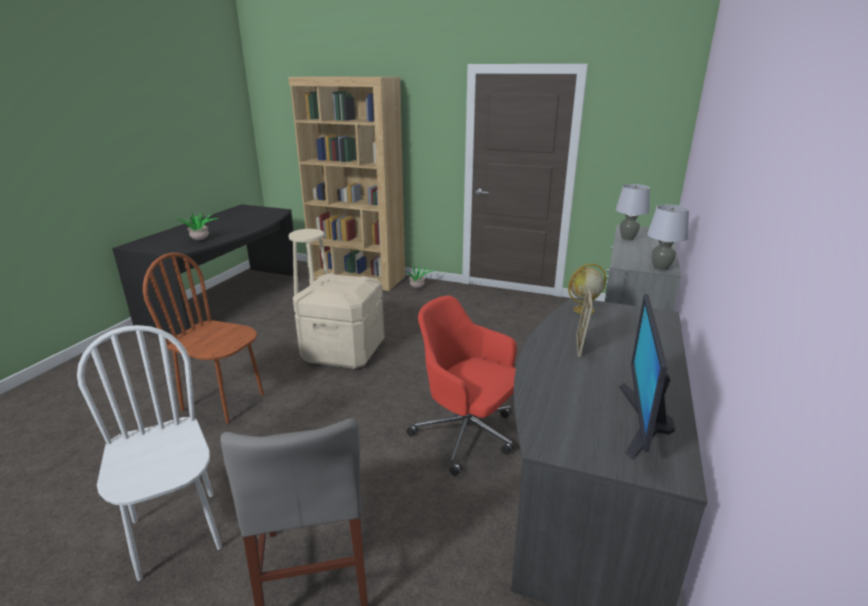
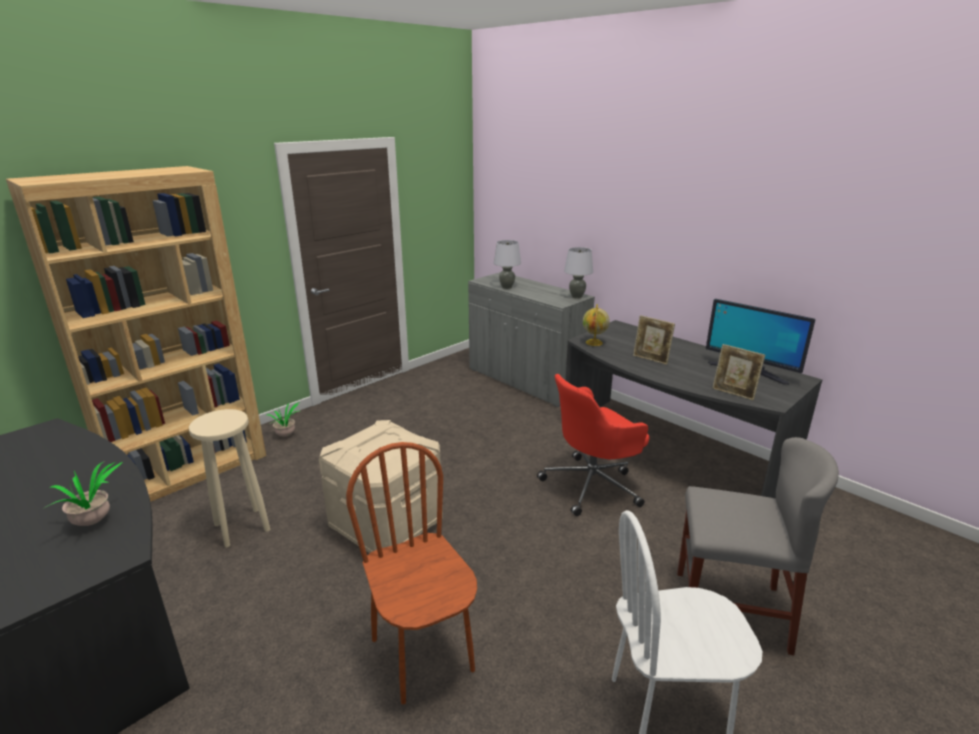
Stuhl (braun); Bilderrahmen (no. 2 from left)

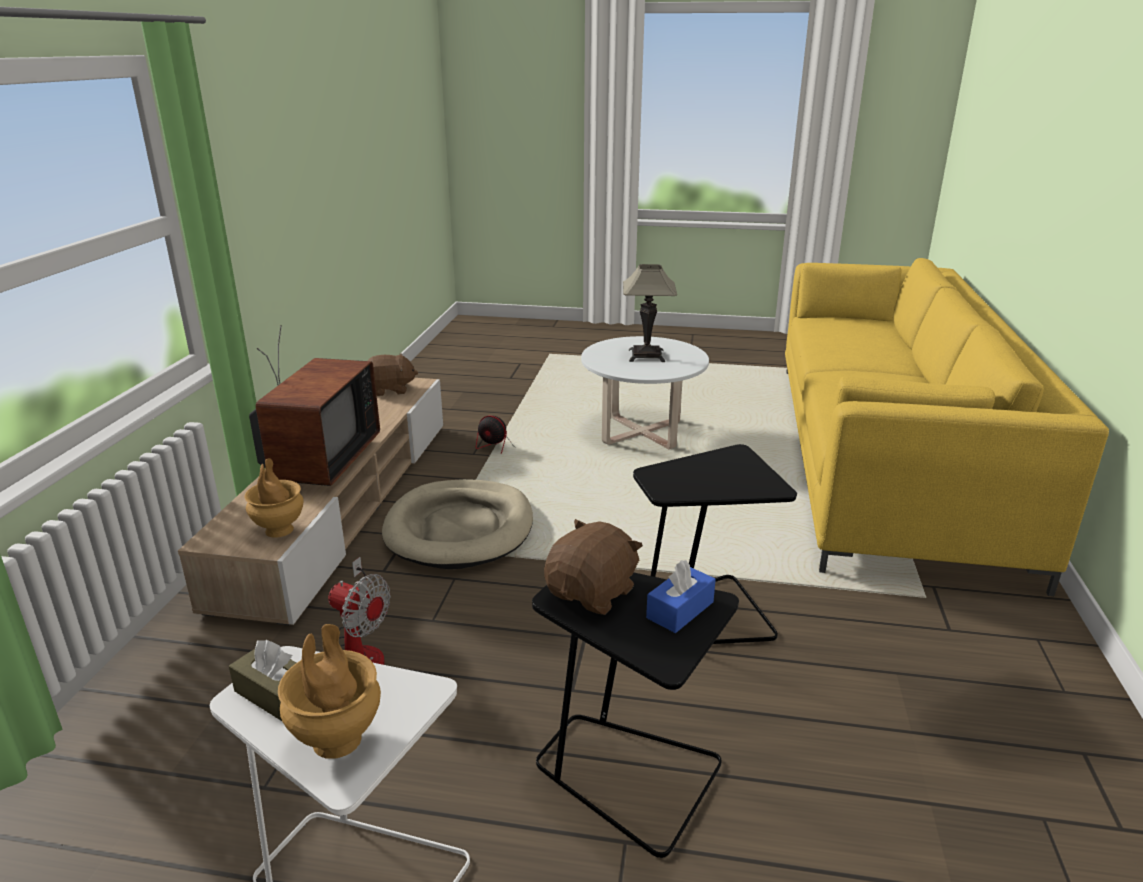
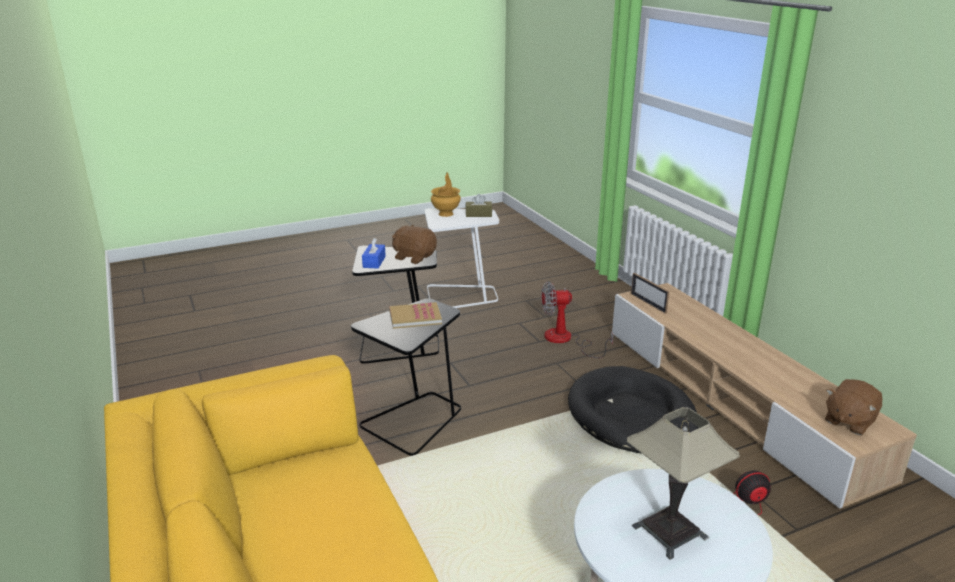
Bilderrahmen; Fernseher; Hundebett (schwarz); Plüschtier (braun) (no. 1 from left); Buch

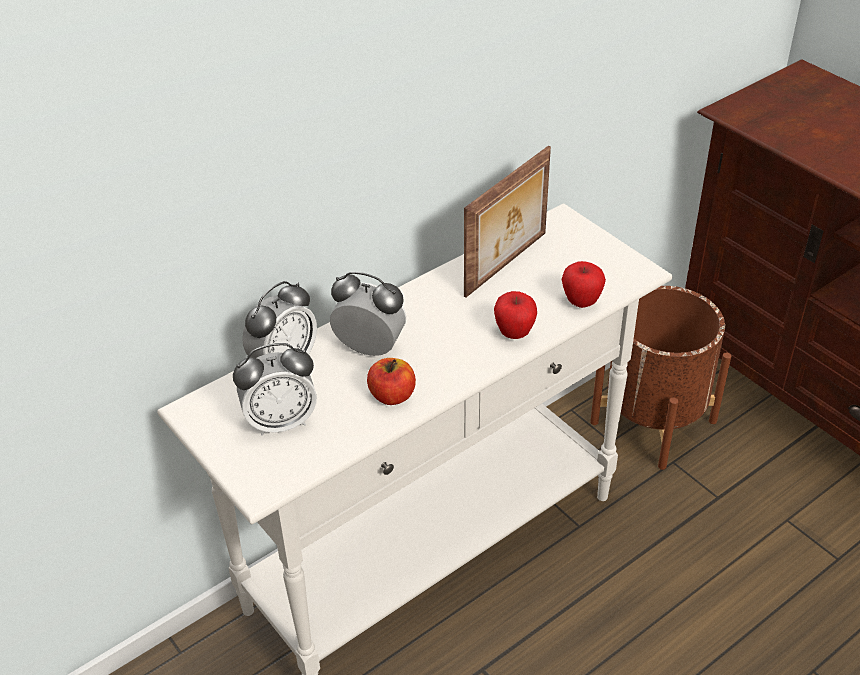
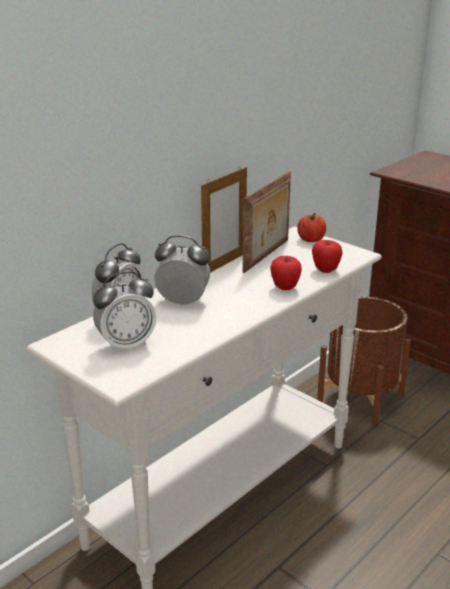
Apfel (no. 2 from left); Bilderrahmen (no. 1 from left)

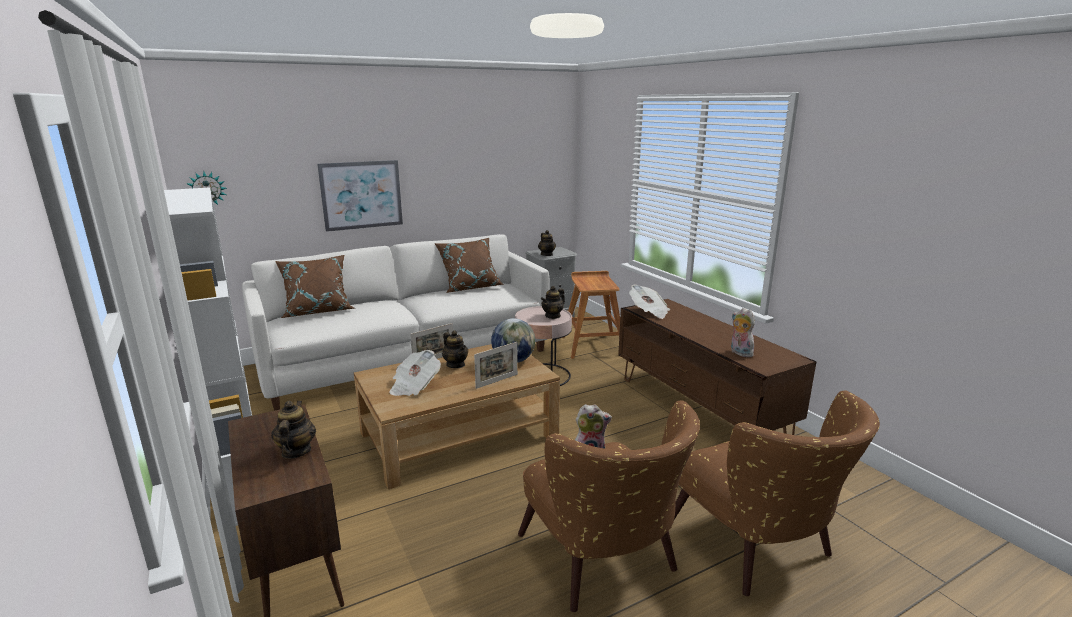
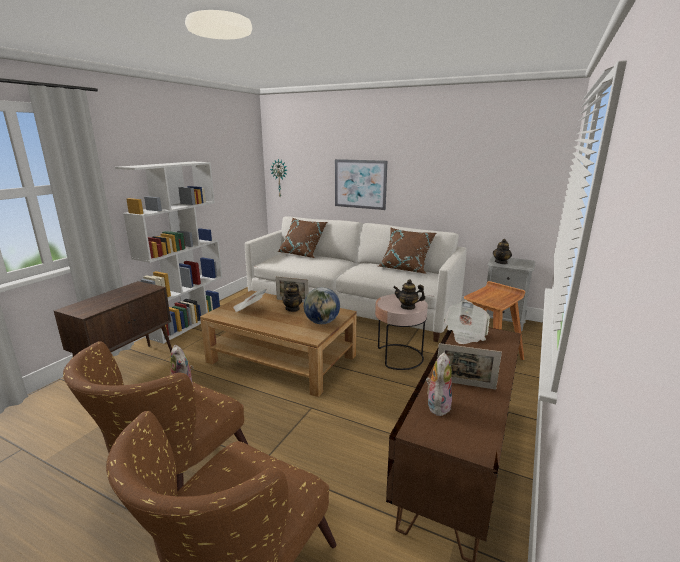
Teekanne (no. 1 from left in the first image); Bilderrahmen (no. 2 from left)

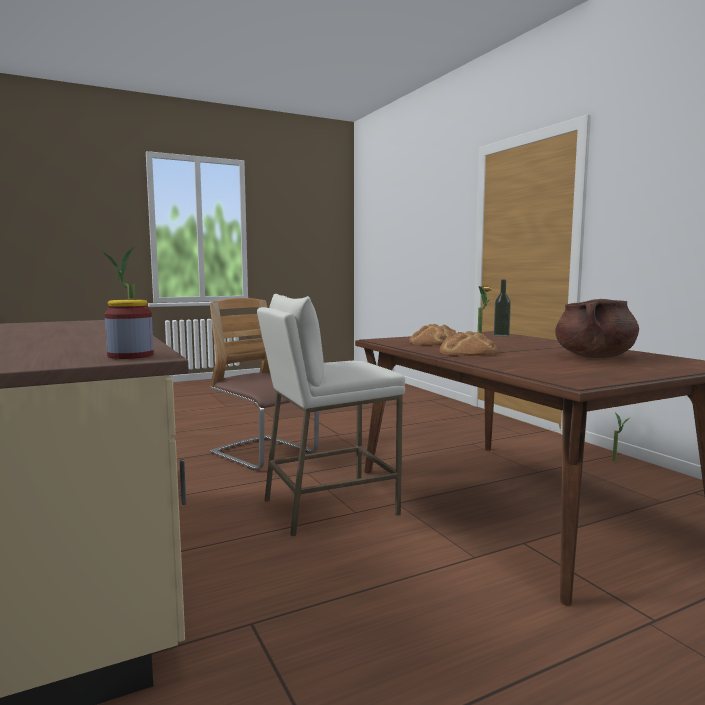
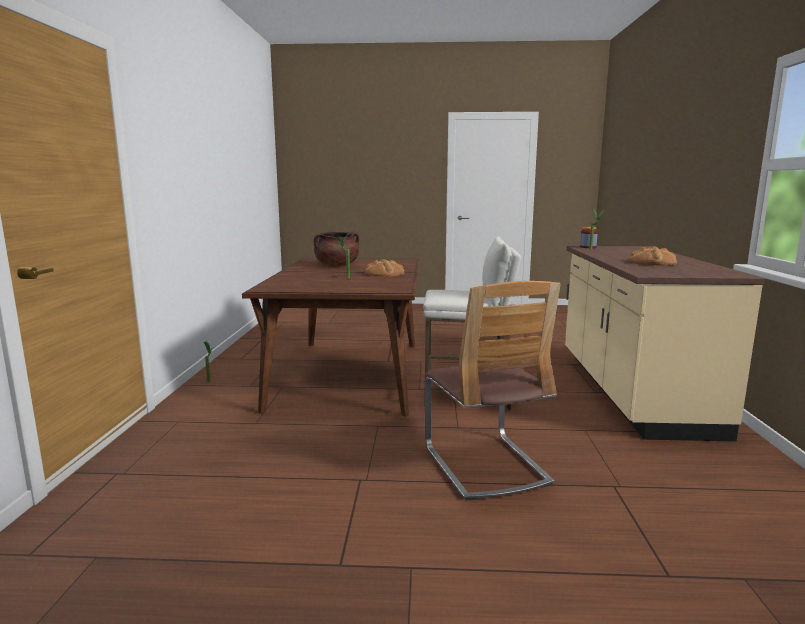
Brot (no. 2 from left); Flasche

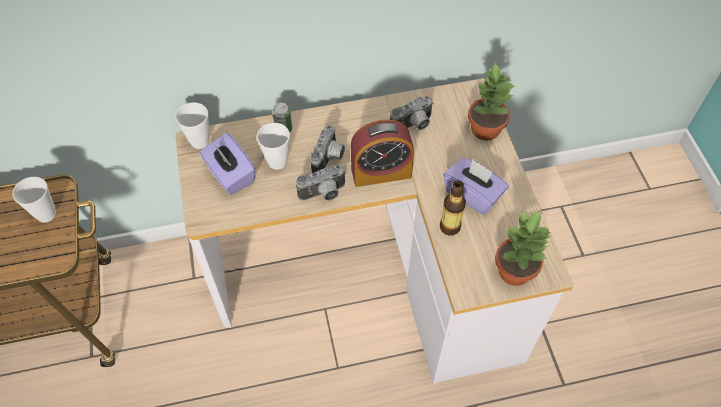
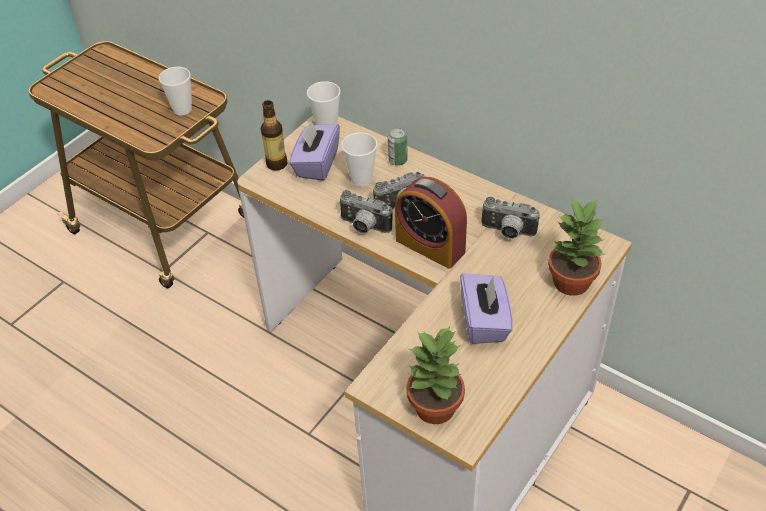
Flasche

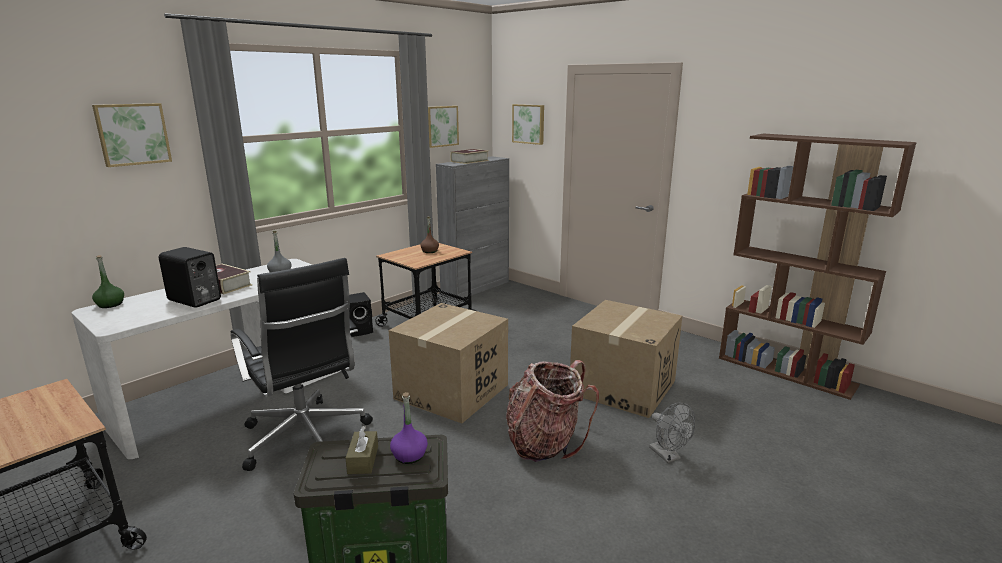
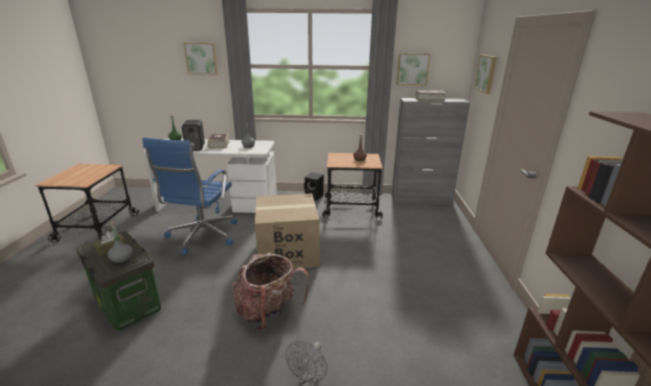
Bürostuhl (blau); Flasche (grau) (no. 1 from left); Karton (no. 2 from left in the first image)

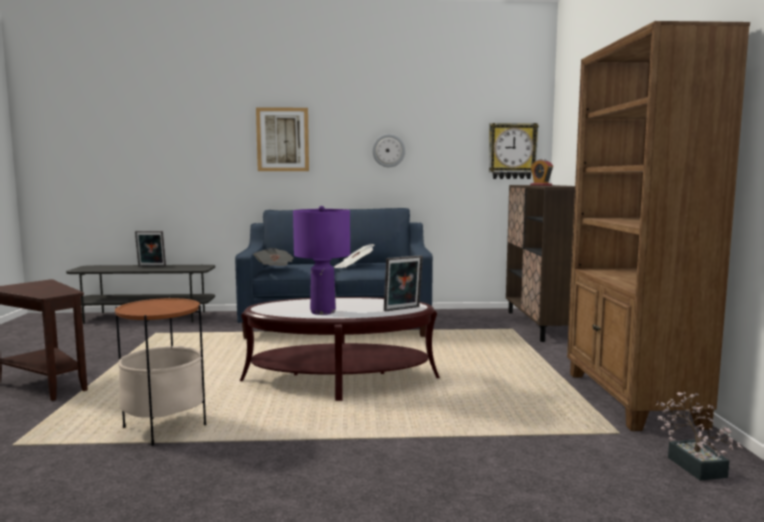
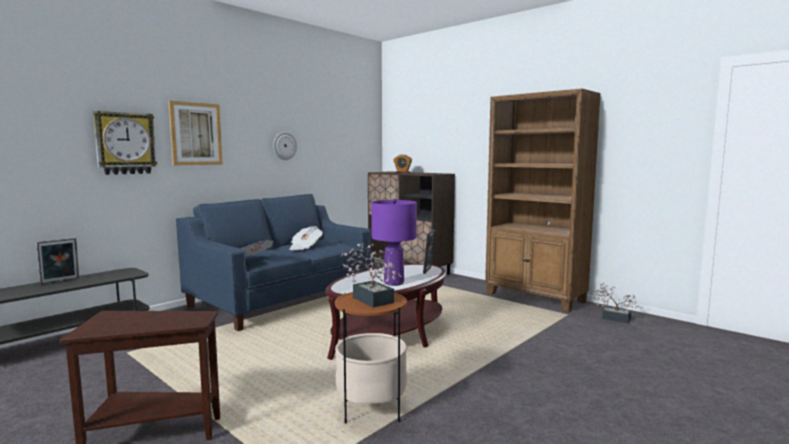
Wanduhr (no. 1 from left); Topfpflanze (no. 1 from left)

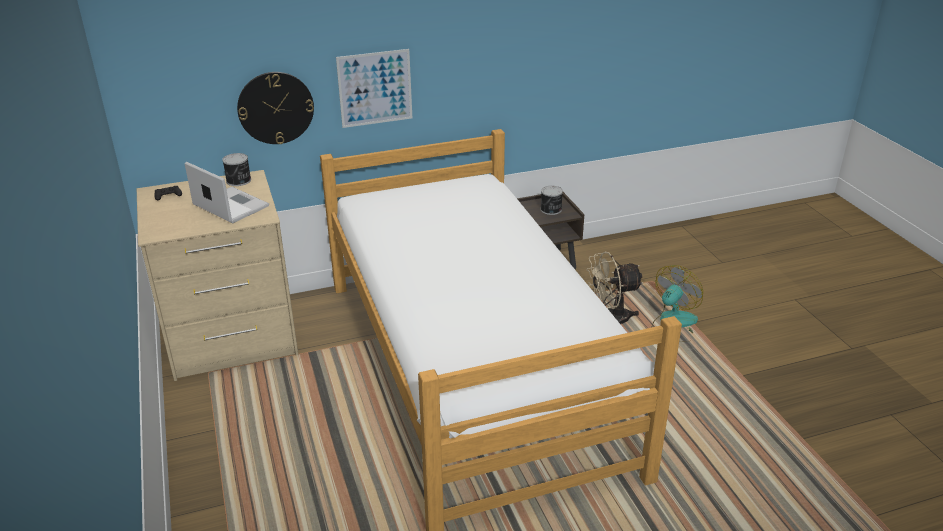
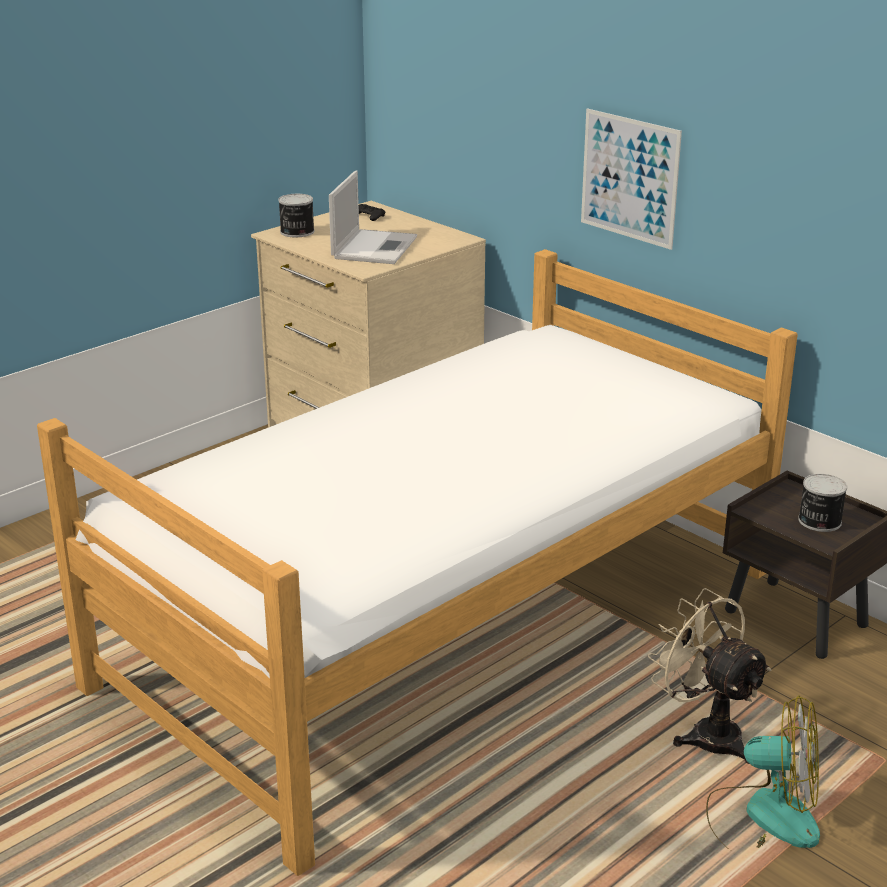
Dose (no. 1 from left); Wanduhr

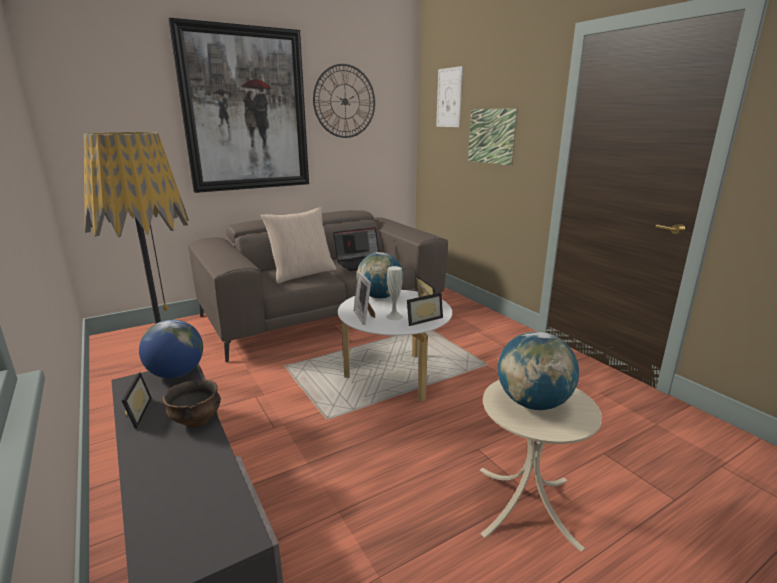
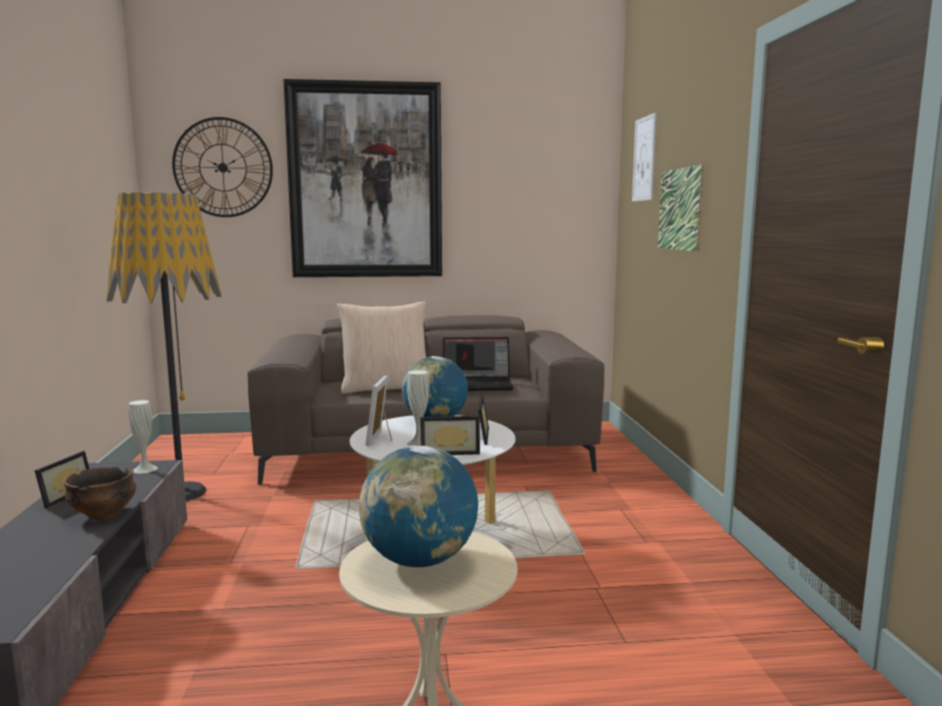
Vase (weiß) (no. 1 from left); Wanduhr

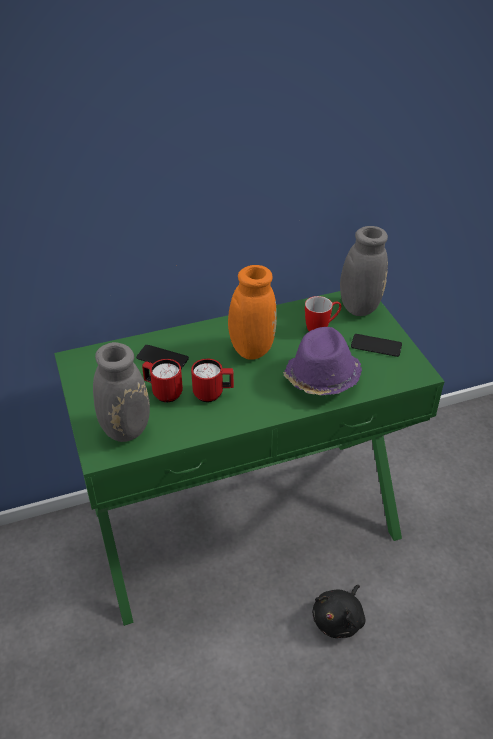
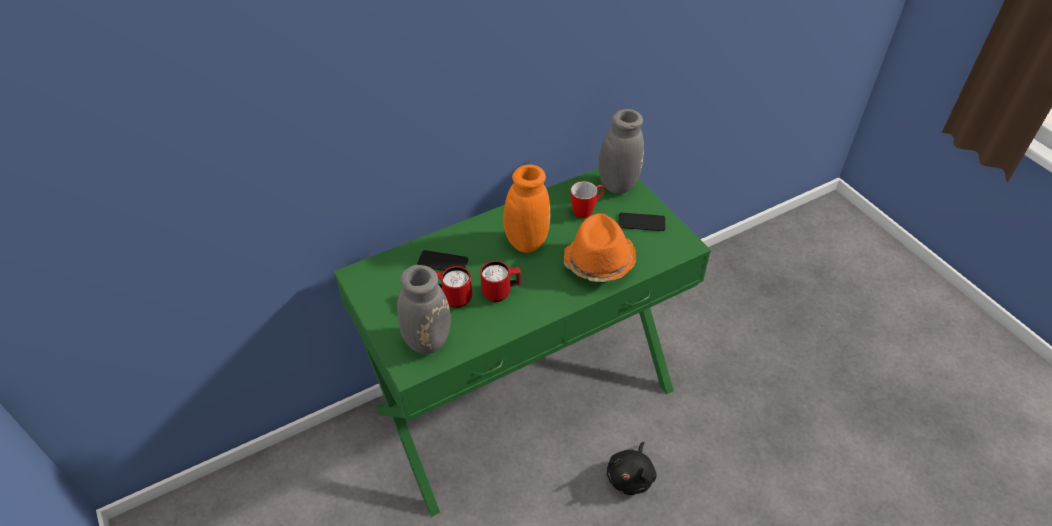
Hut (orange)

